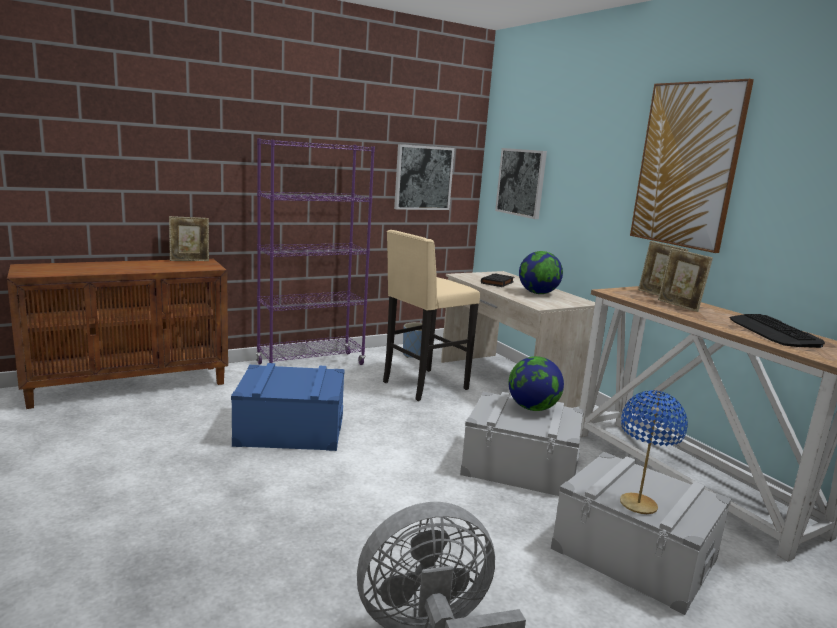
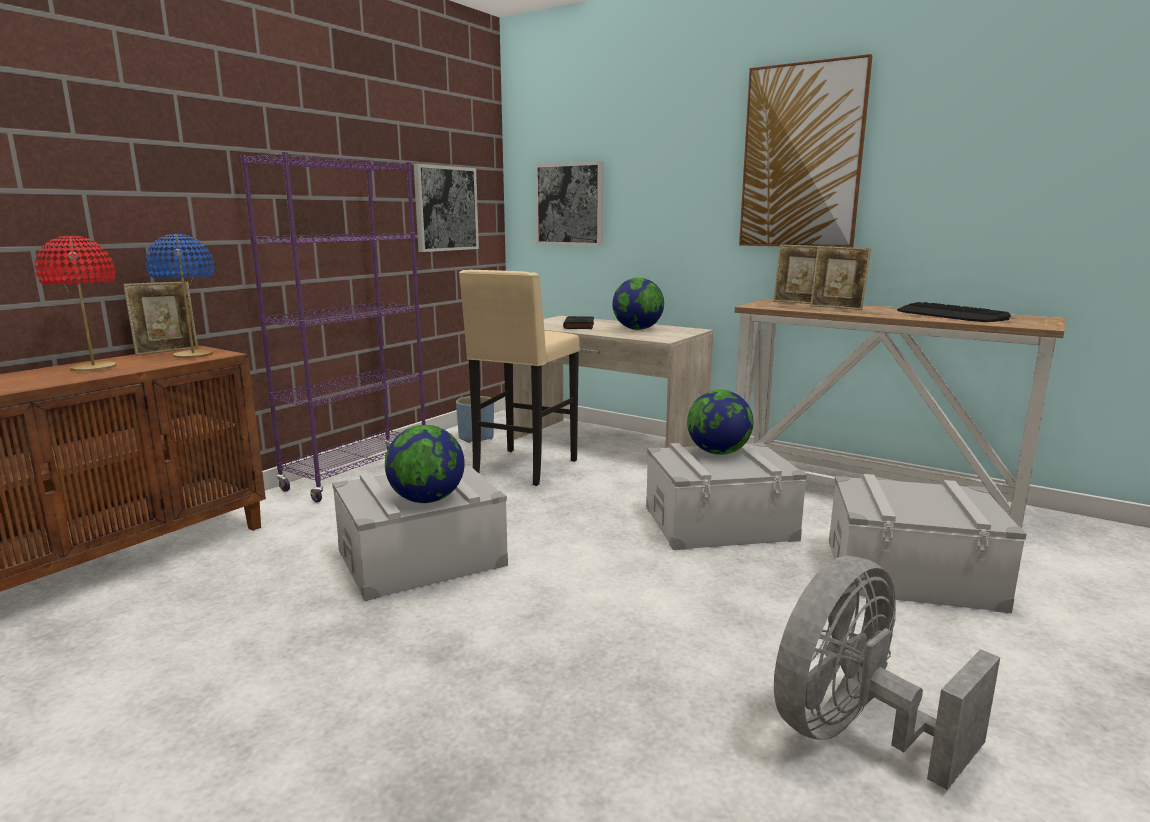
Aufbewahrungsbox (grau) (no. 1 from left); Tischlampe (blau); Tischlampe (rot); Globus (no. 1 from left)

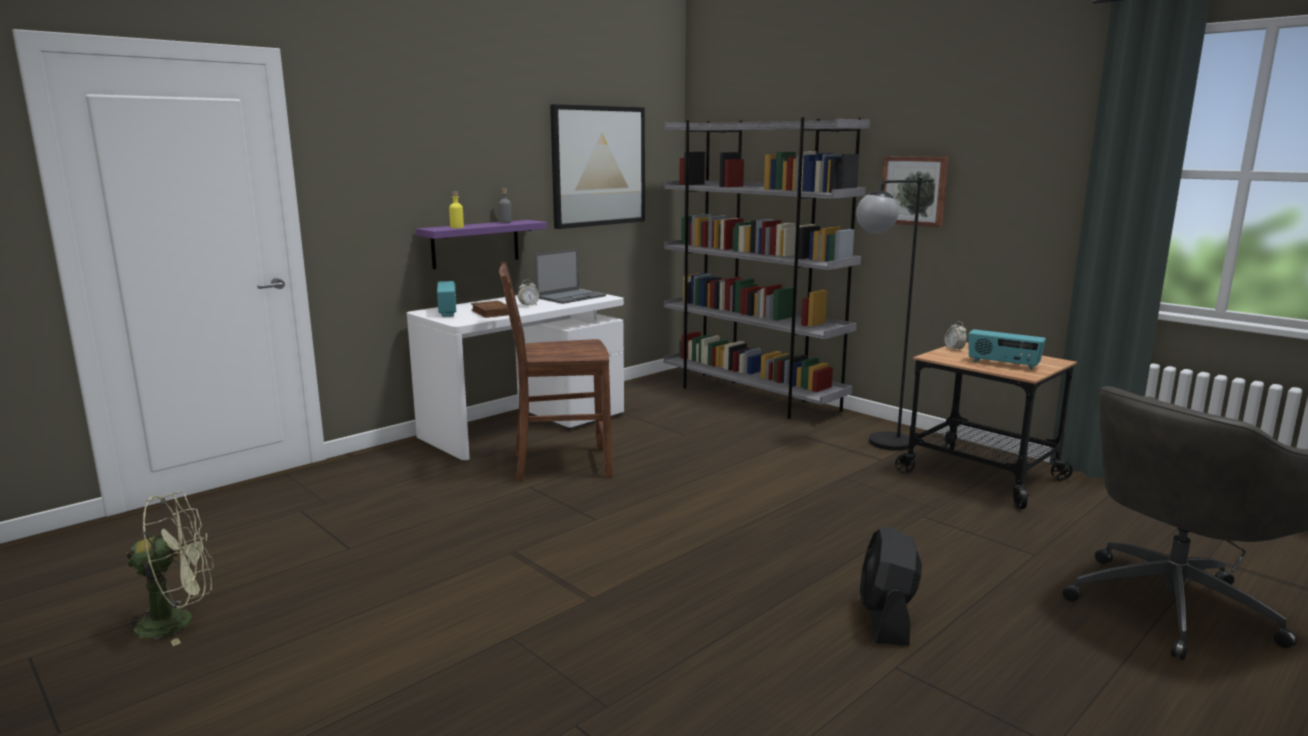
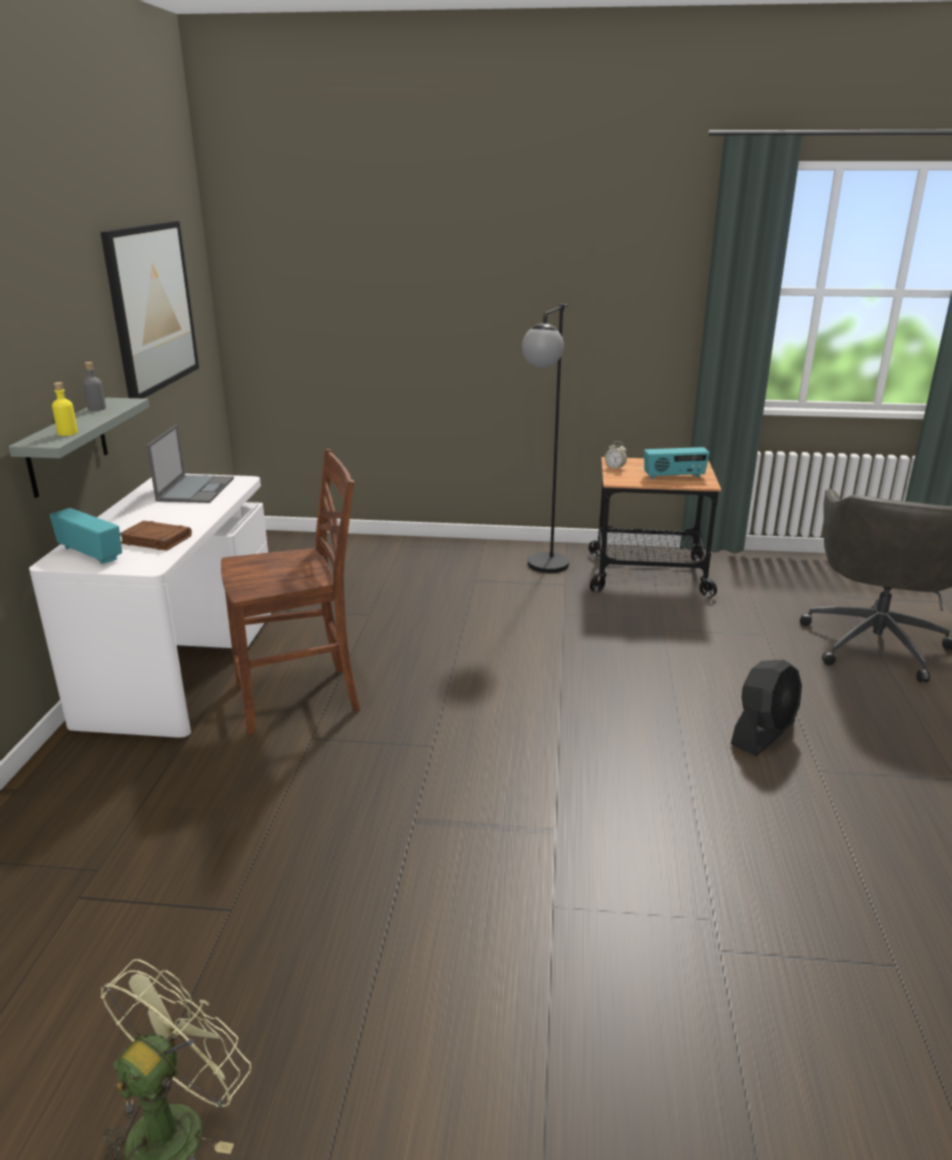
Wandregal (grau); Stuhl (braun); Wecker (no. 1 from left in the first image); Bücherregal (grau); Ventilator (schwarz); Bild (no. 2 from left in the first image)

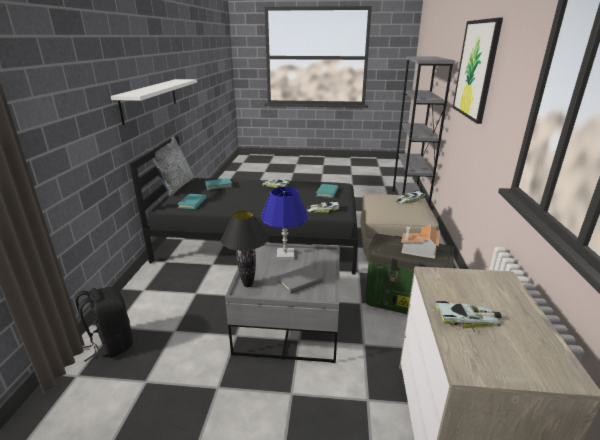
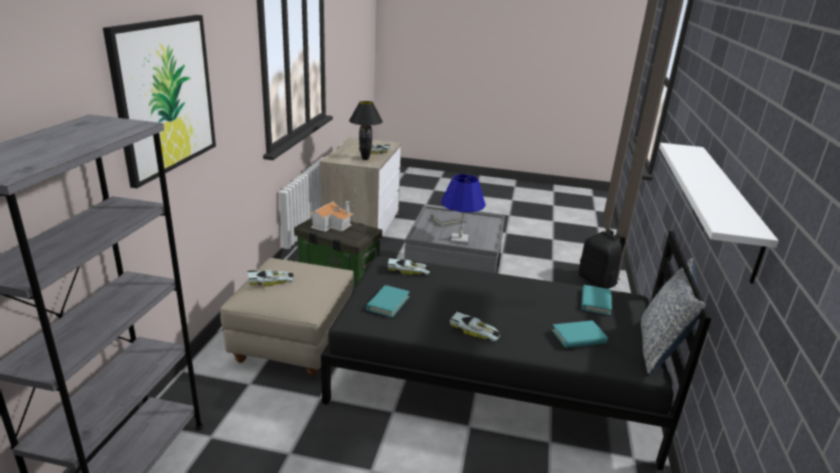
Tischlampe (schwarz)

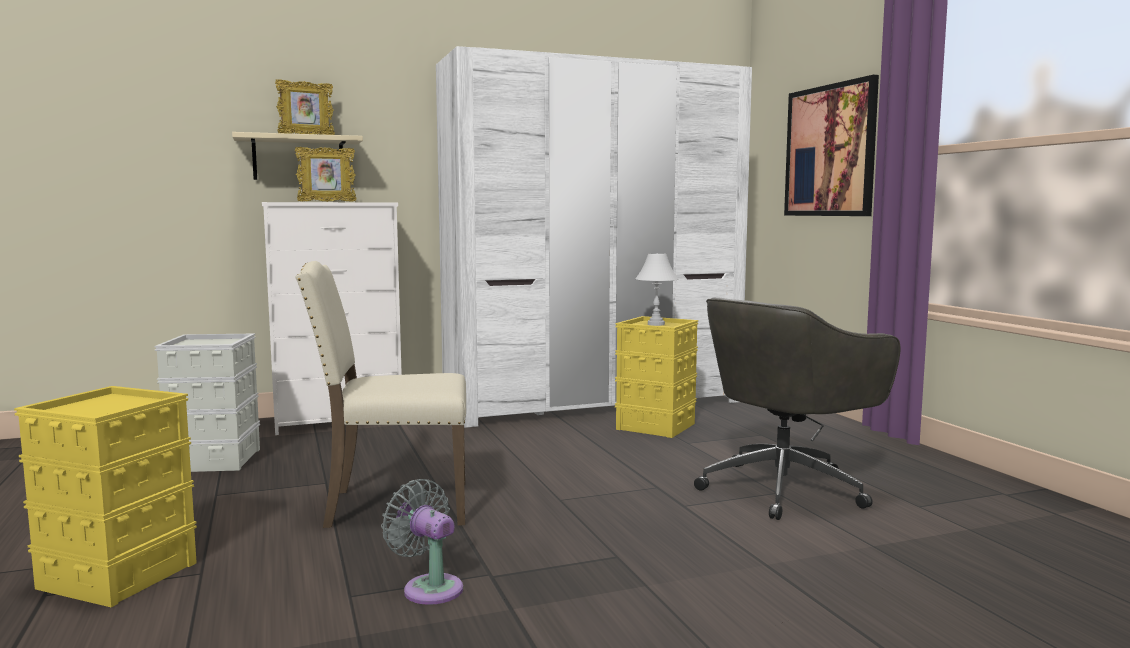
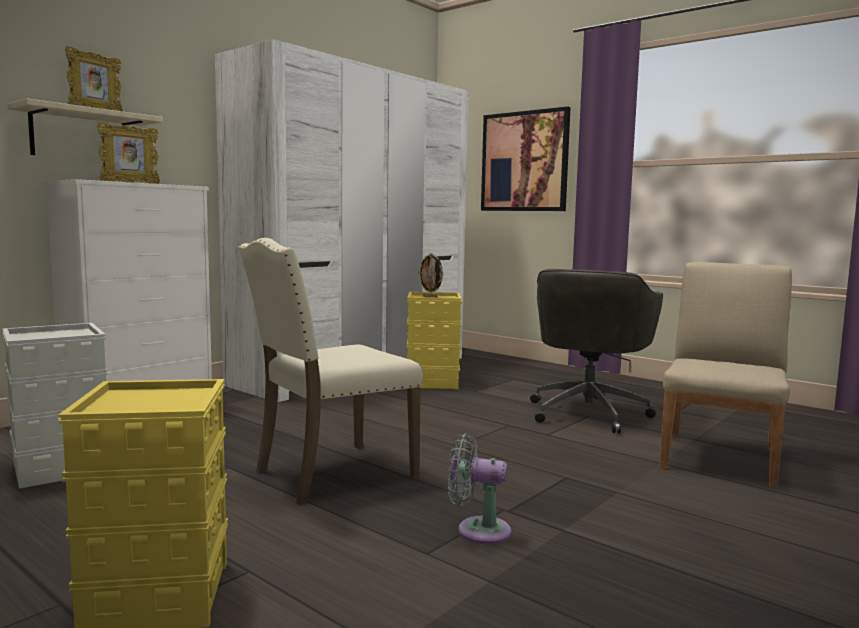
Bilderrahmen (no. 3 from left); Stuhl (beige) (no. 2 from left)

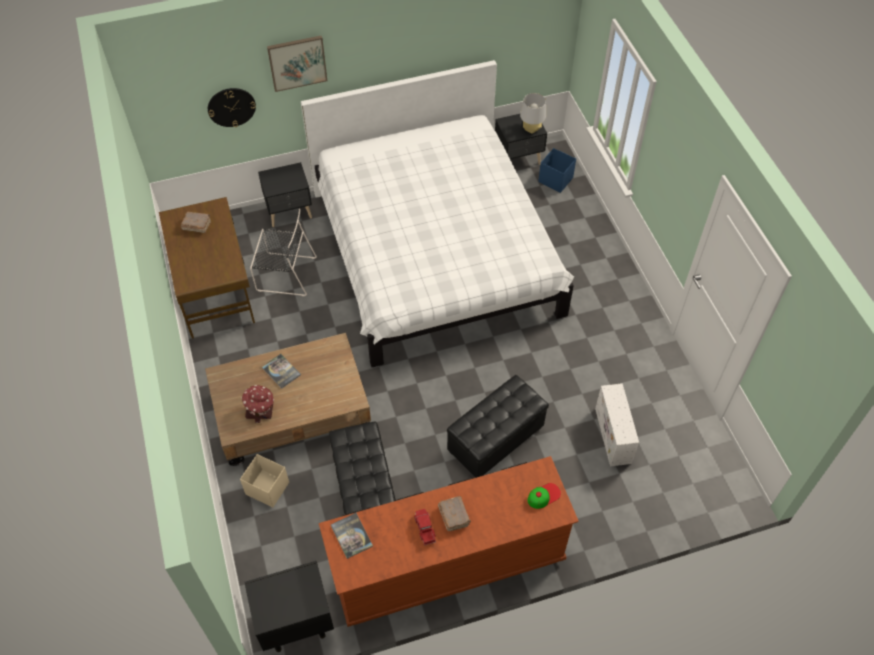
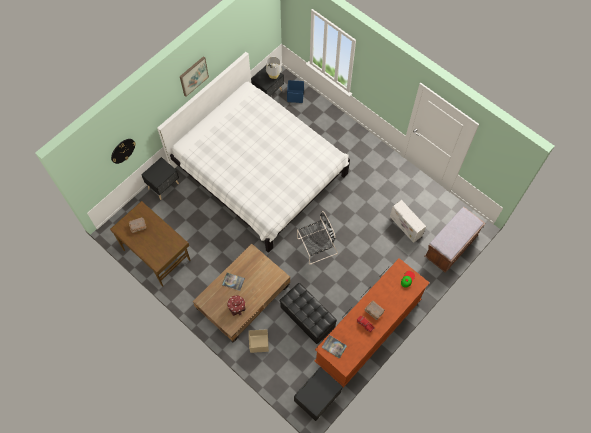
Stuhl (schwarz); Bild; Polsterhocker (schwarz) (no. 2 from left in the first image); Bank (braun)

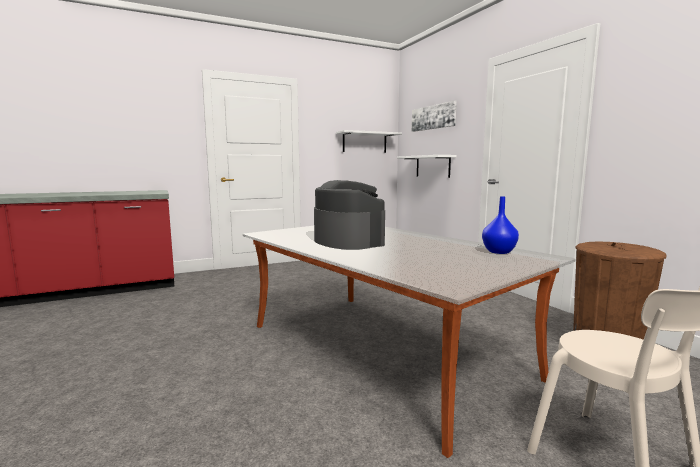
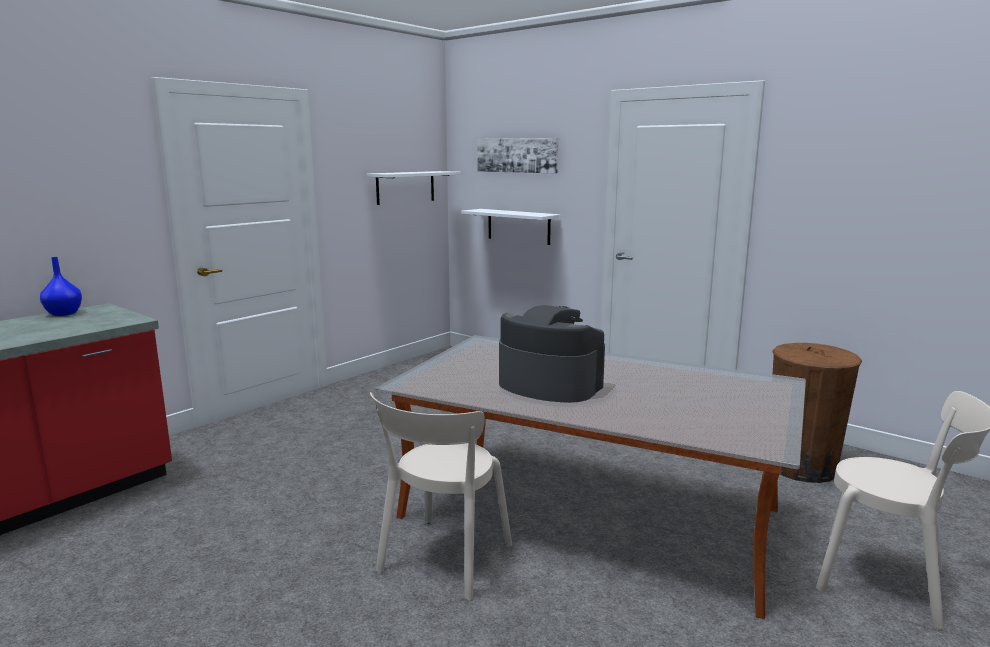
Vase (blau); Stuhl (beige) (no. 1 from left)

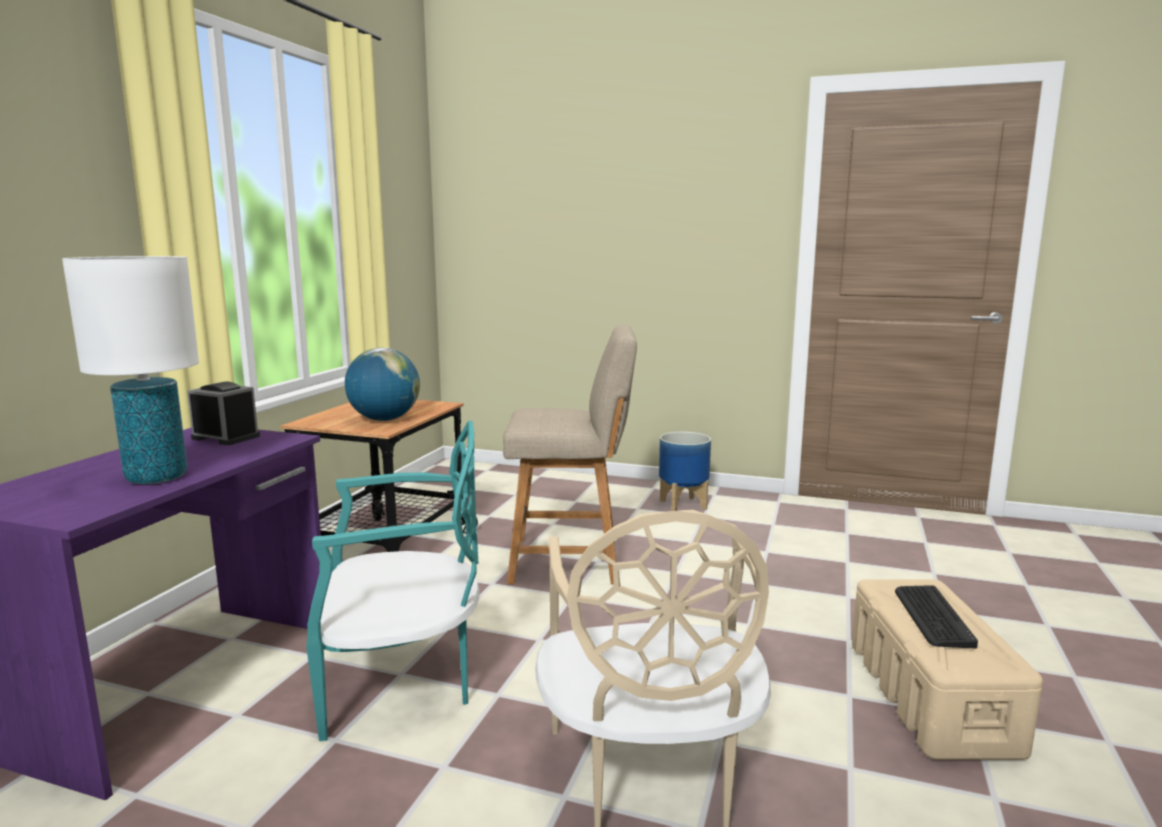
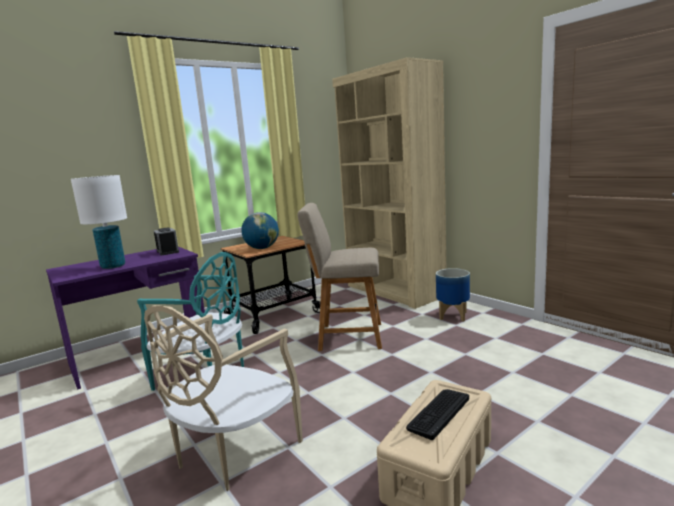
Stuhl (beige) (no. 2 from left); Bücherregal (beige)

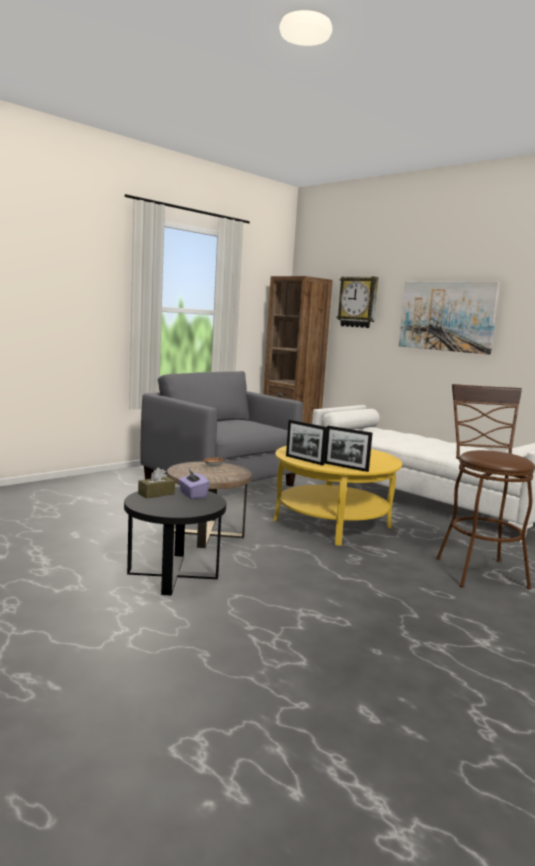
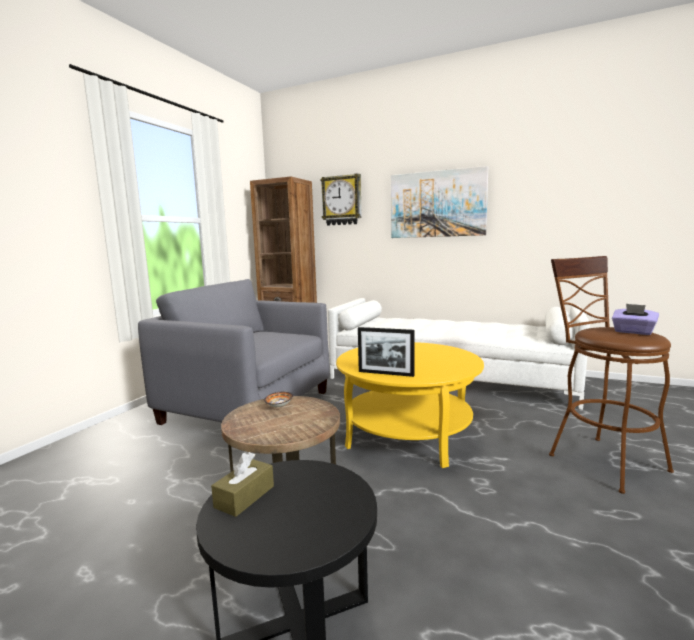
Taschentuchbox (lila); Bilderrahmen (no. 2 from left in the first image)

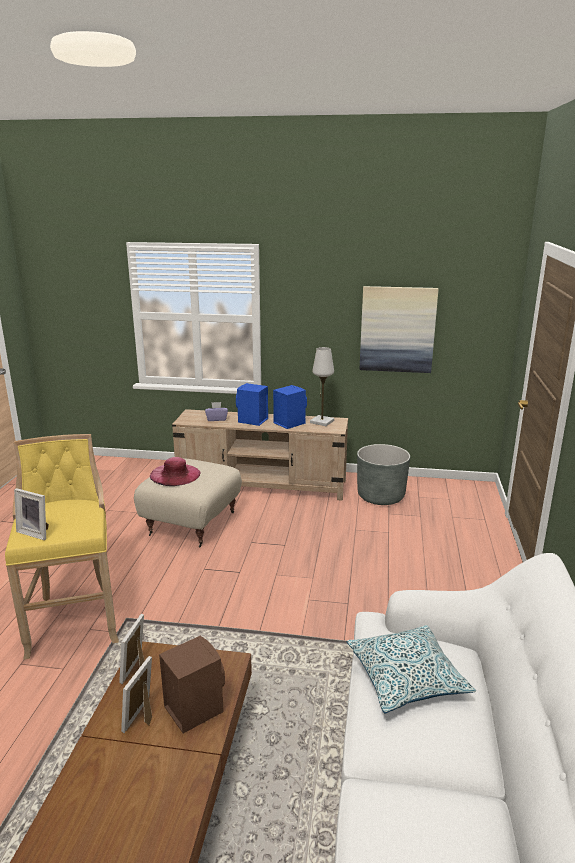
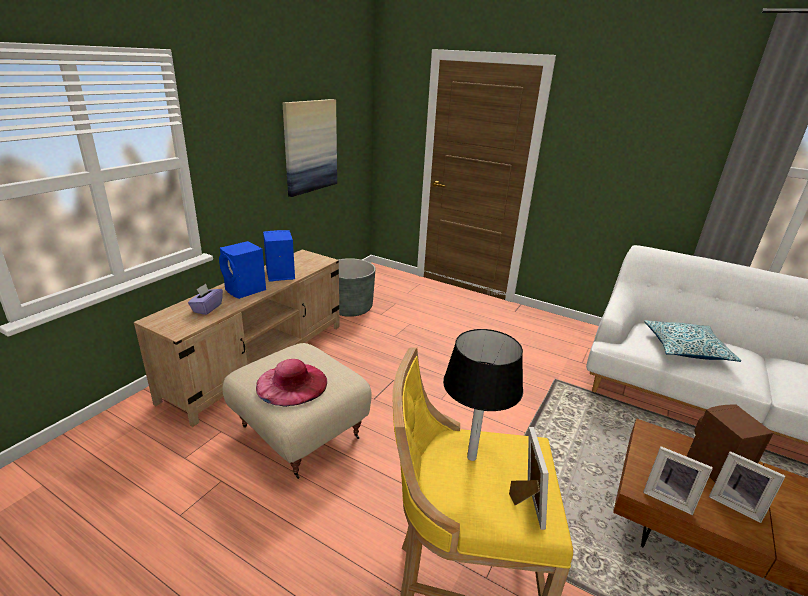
Bilderrahmen (no. 1 from left); Tischlampe (weiß); Tischlampe (schwarz)

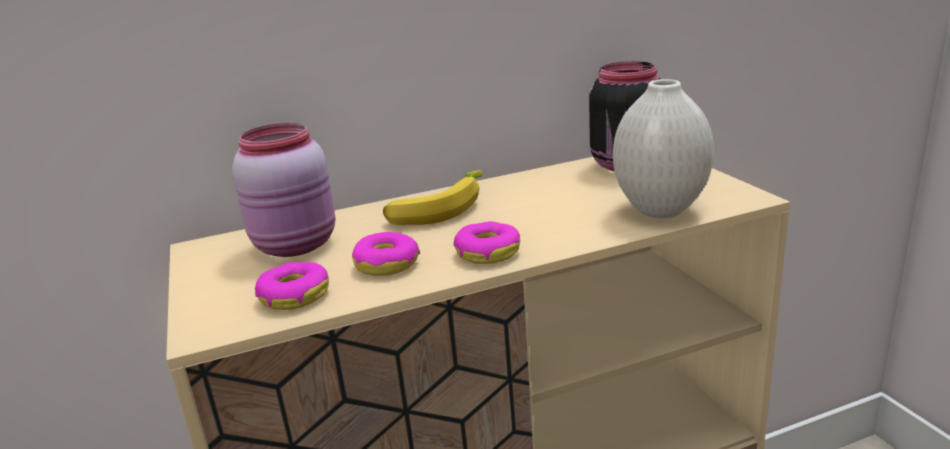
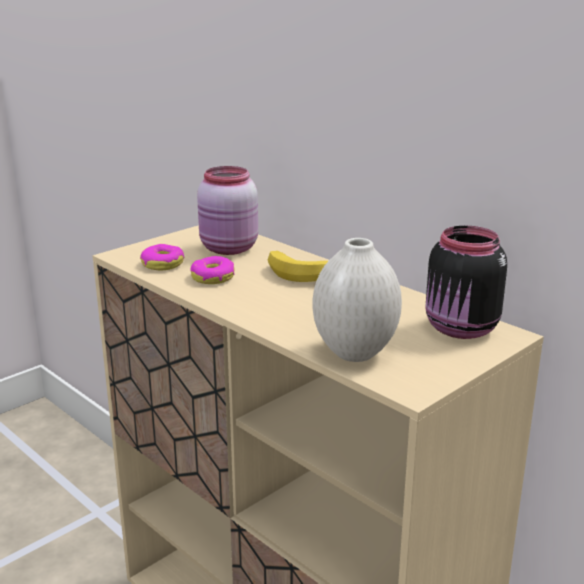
Donut (no. 3 from left in the first image)

